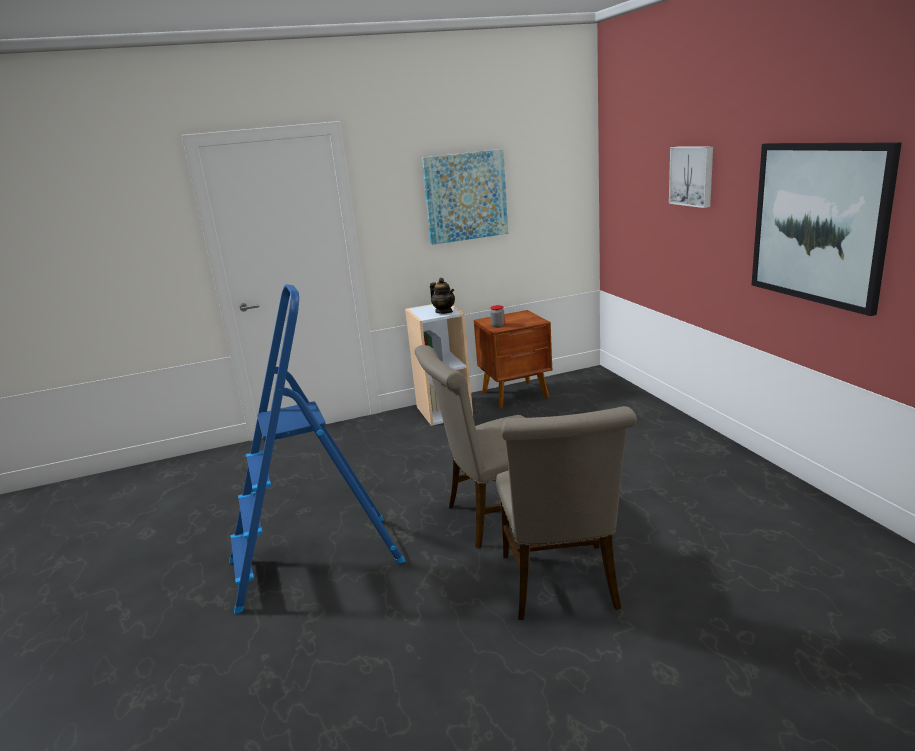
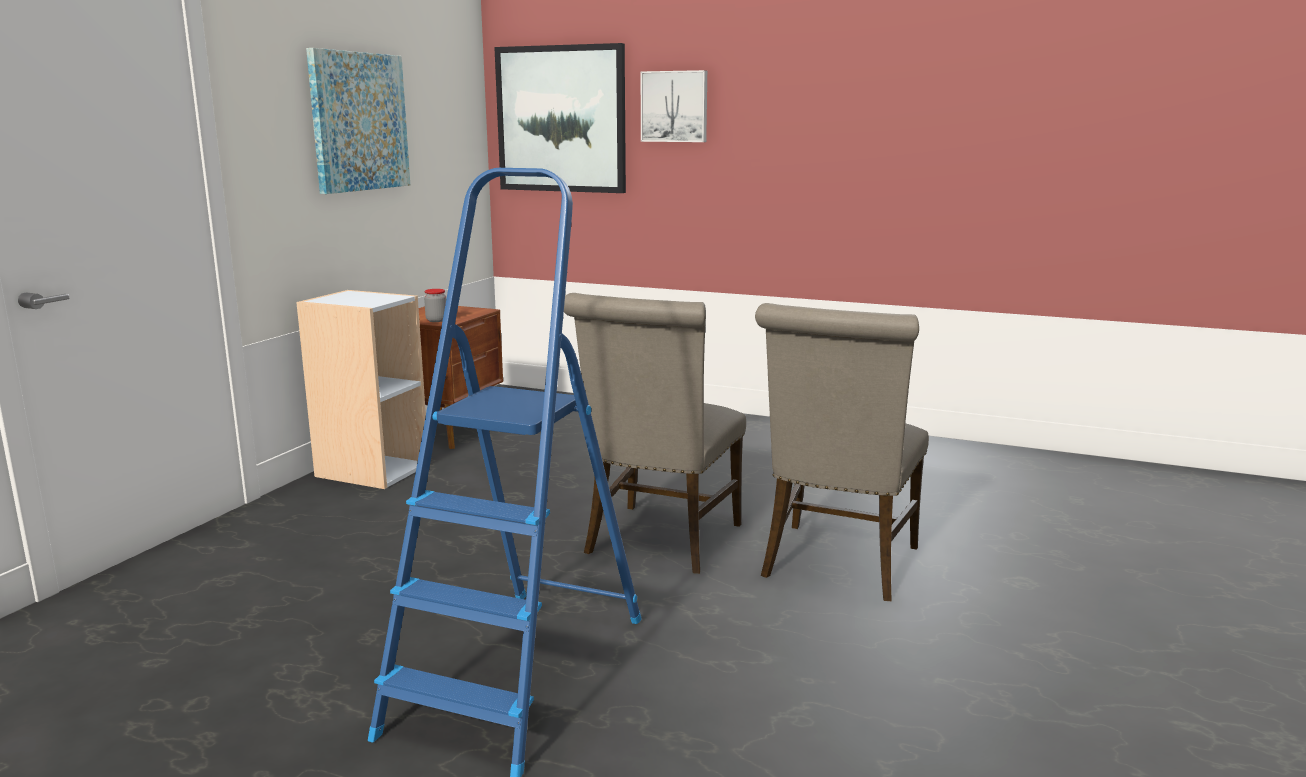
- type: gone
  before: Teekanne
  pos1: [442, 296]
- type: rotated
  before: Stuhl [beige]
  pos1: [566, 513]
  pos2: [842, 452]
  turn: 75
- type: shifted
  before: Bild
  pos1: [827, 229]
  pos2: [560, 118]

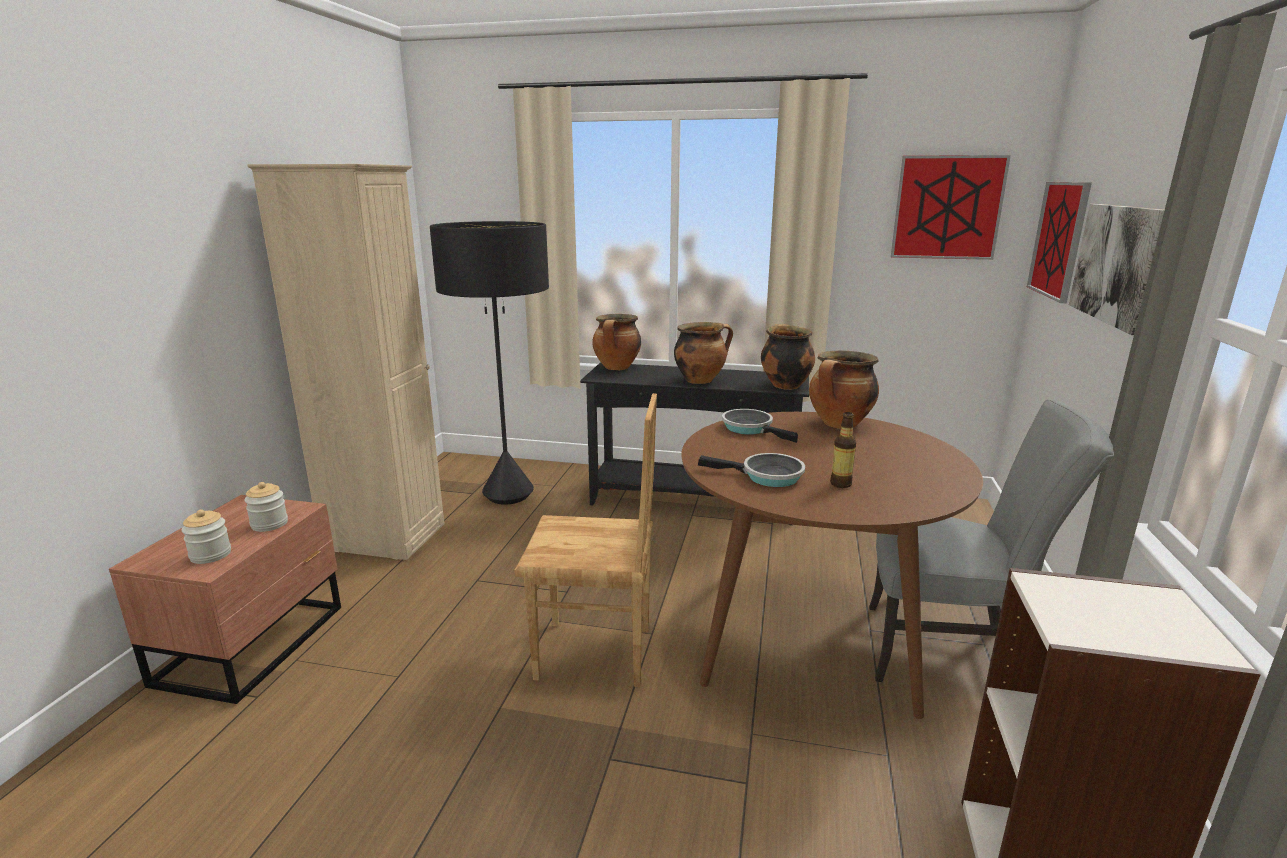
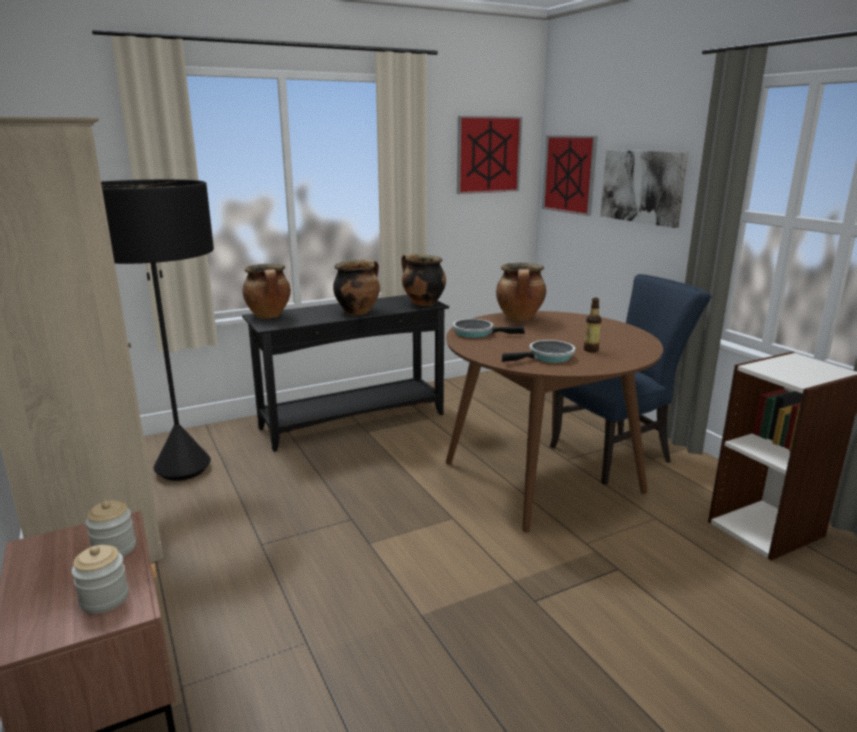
- type: gone
  before: Stuhl [braun]
  pos1: [585, 540]
- type: repainted
  before: Stuhl [grau]
  after: Stuhl [blau]
  pos1: [991, 540]
  pos2: [631, 379]

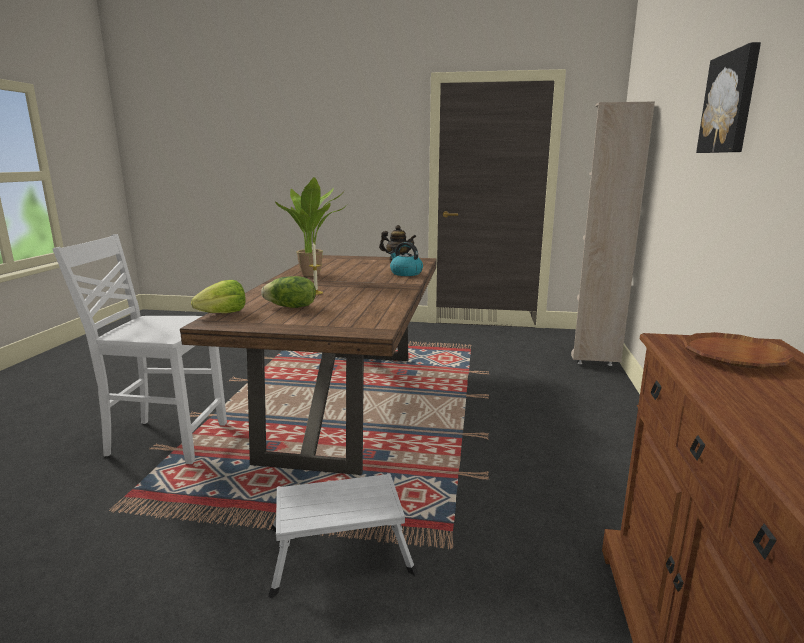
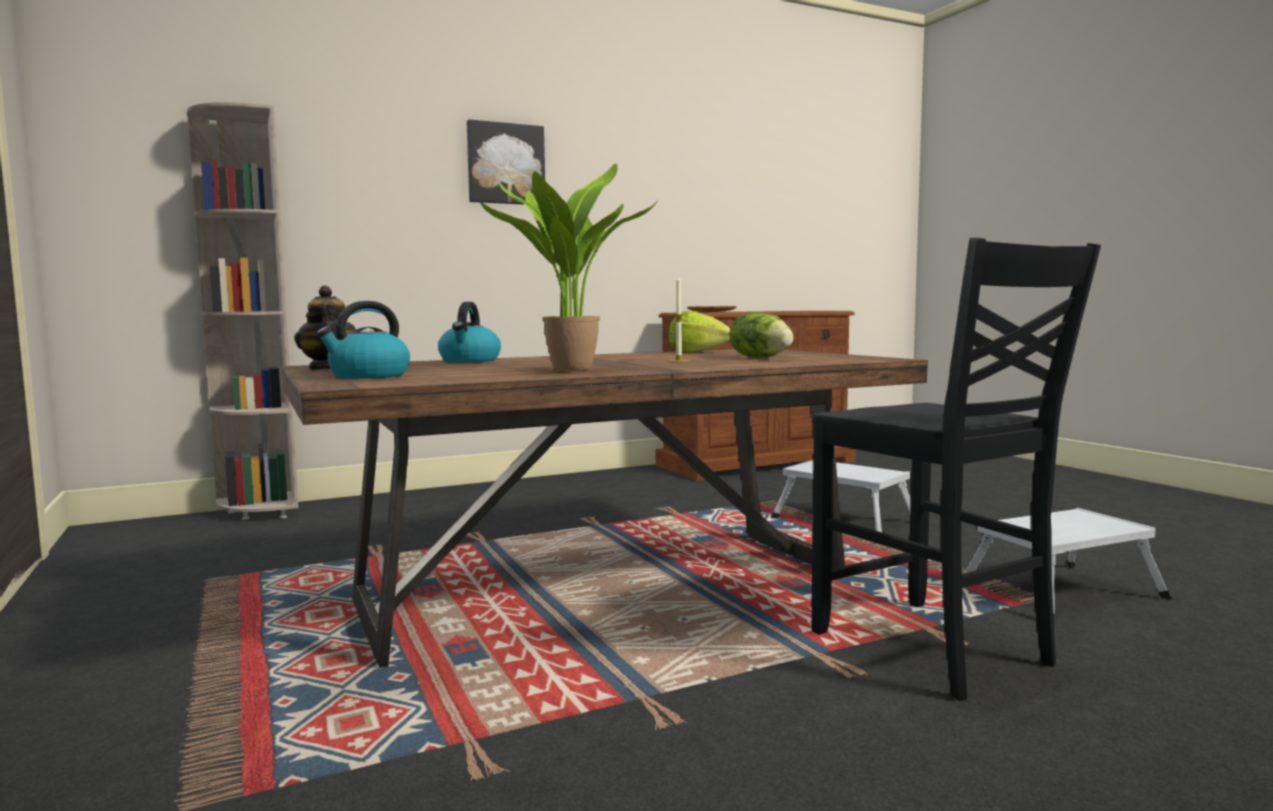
- type: repainted
  before: Stuhl [weiß]
  after: Stuhl [schwarz]
  pos1: [140, 349]
  pos2: [956, 469]
- type: shifted
  before: Salatkopf
  pos1: [218, 296]
  pos2: [700, 332]
- type: new
  after: Wasserkessel
  pos2: [363, 340]
- type: new
  after: Trittleiter [weiß]
  pos2: [1068, 566]

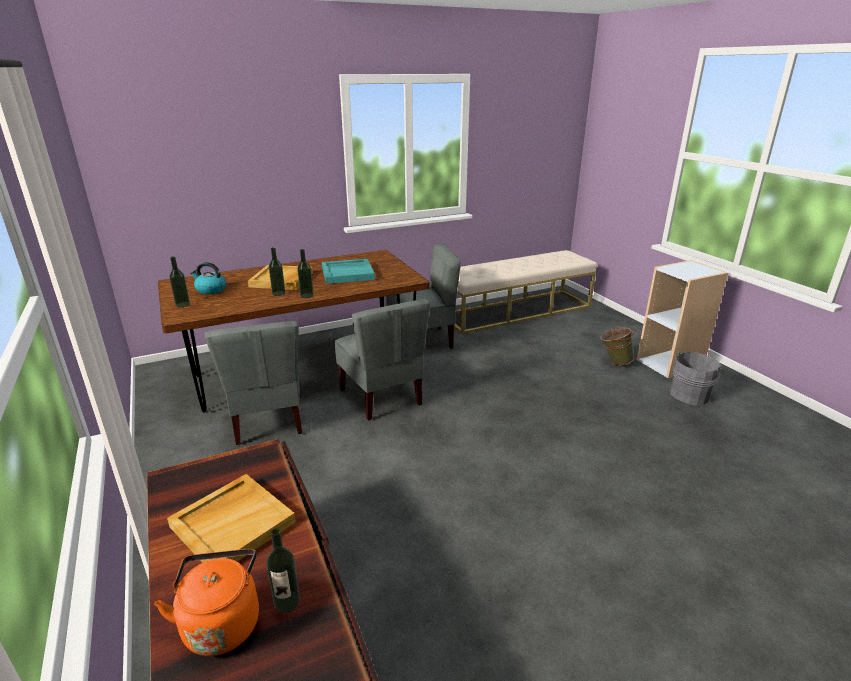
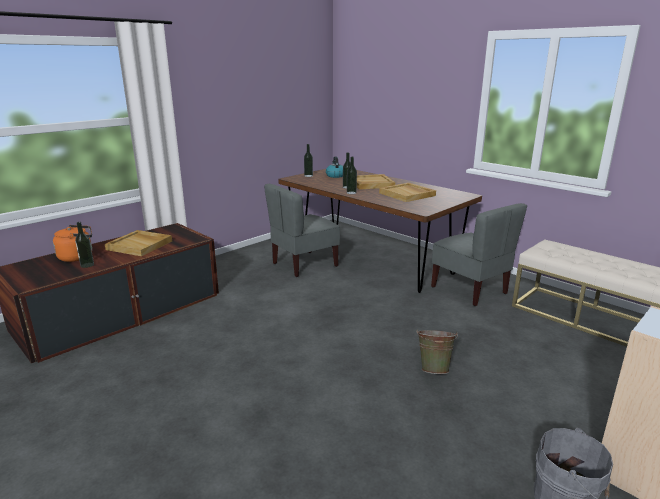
- type: repainted
  before: Tablett [türkis]
  after: Tablett [beige]
  pos1: [348, 271]
  pos2: [407, 192]
- type: gone
  before: Stuhl [grau]
  pos1: [383, 359]
- type: shifted
  before: Eimer [grün]
  pos1: [617, 346]
  pos2: [437, 352]

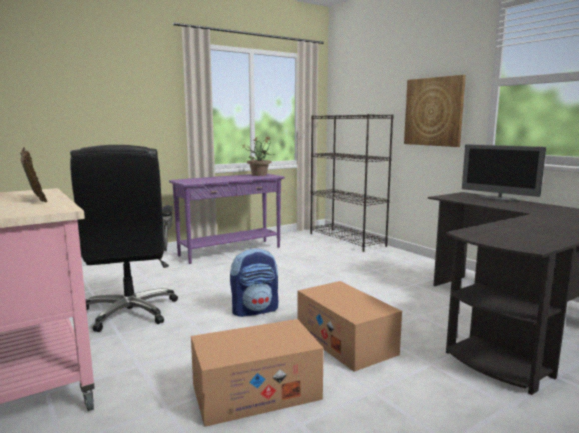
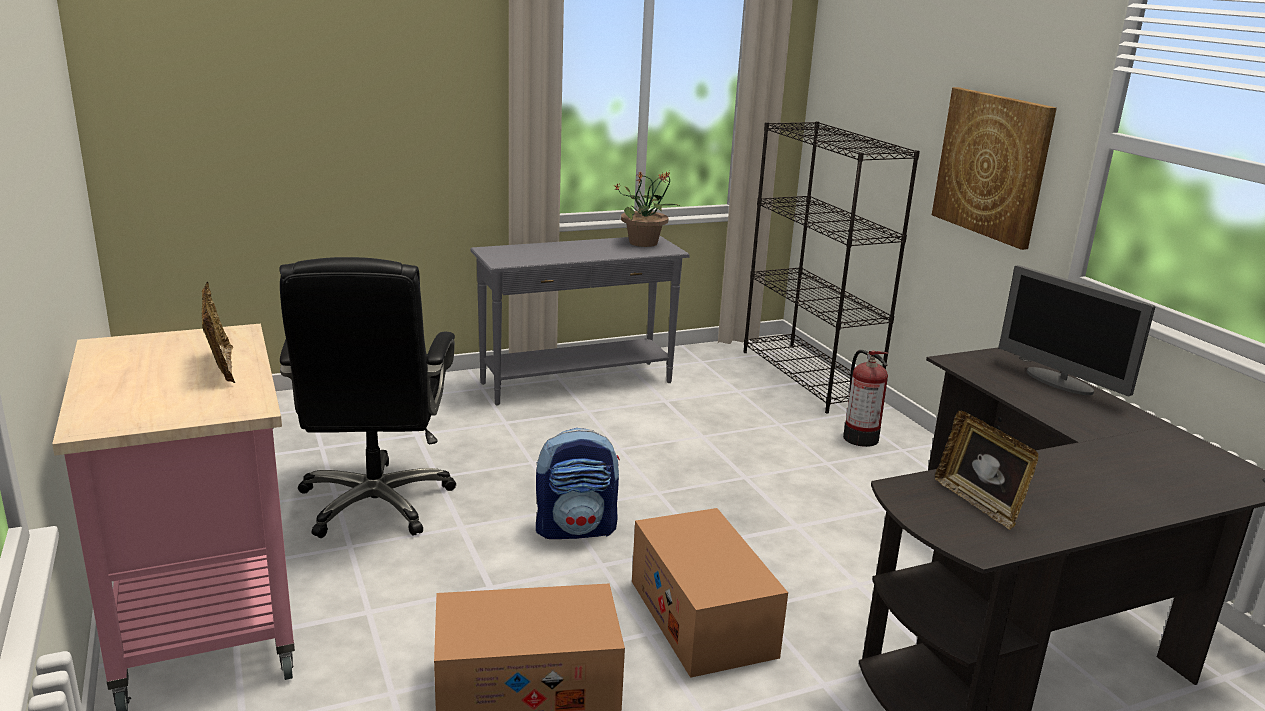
- type: repainted
  before: Konsolentisch [lila]
  after: Konsolentisch [grau]
  pos1: [227, 219]
  pos2: [580, 321]
- type: new
  after: Feuerlöscher
  pos2: [866, 398]
- type: new
  after: Bilderrahmen
  pos2: [986, 470]

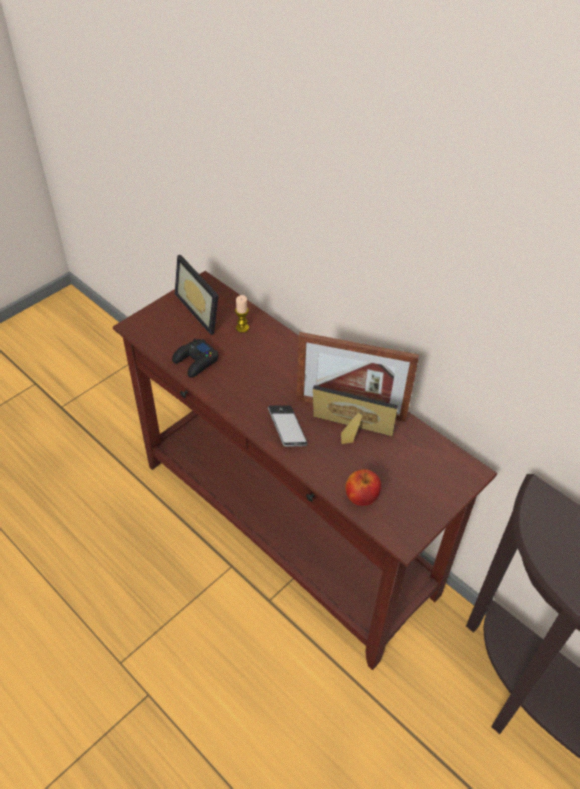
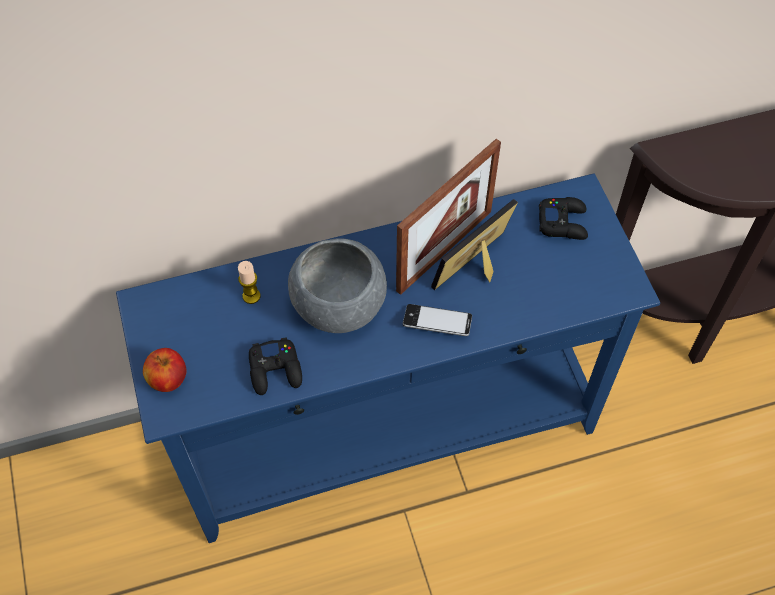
- type: repainted
  before: Konsolentisch [braun]
  after: Konsolentisch [blau]
  pos1: [305, 470]
  pos2: [388, 358]
- type: gone
  before: Bilderrahmen
  pos1: [197, 295]
- type: shifted
  before: Apfel
  pos1: [363, 487]
  pos2: [164, 370]
- type: new
  after: Schüssel [grau]
  pos2: [337, 285]
- type: new
  after: Gamepad [schwarz]
  pos2: [563, 218]

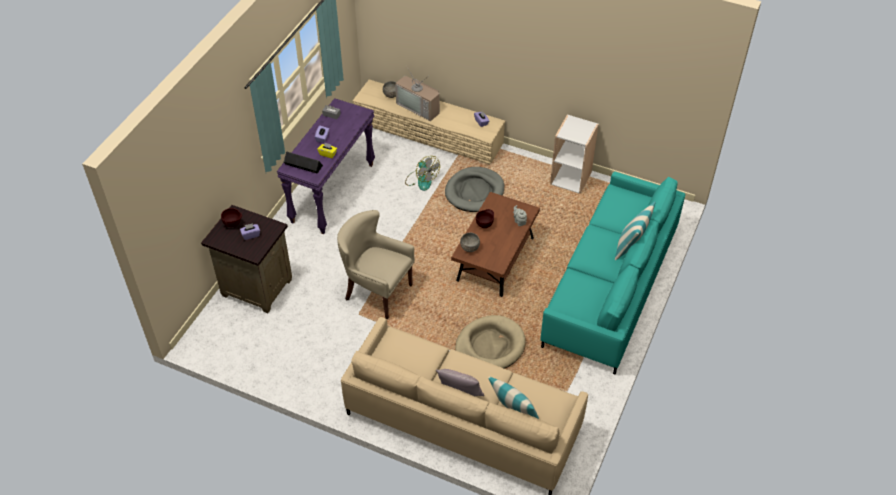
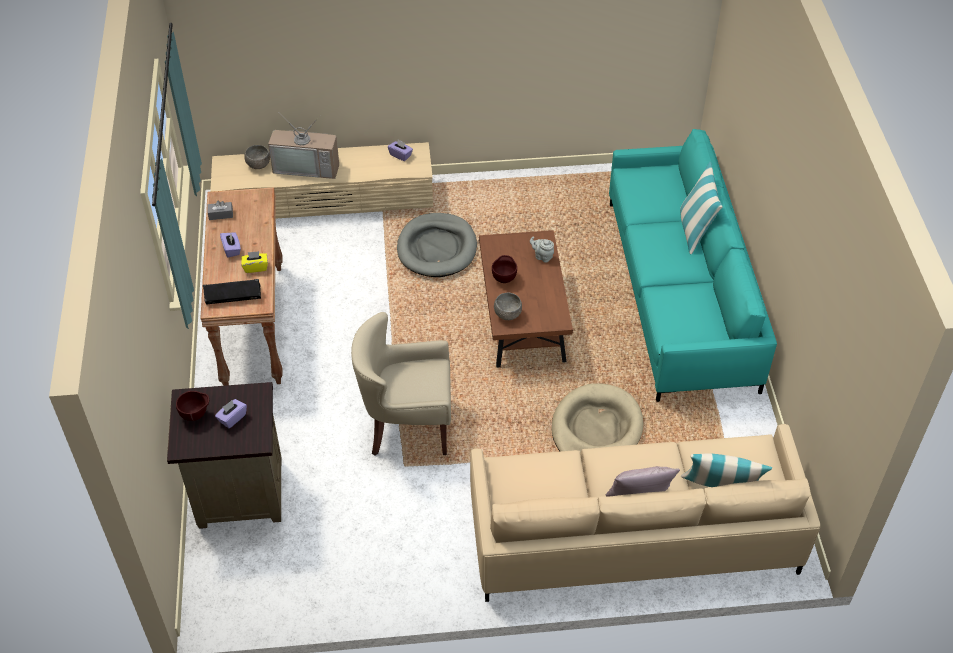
- type: repainted
  before: Konsolentisch [lila]
  after: Konsolentisch [braun]
  pos1: [326, 166]
  pos2: [241, 286]
- type: gone
  before: Ventilator
  pos1: [422, 173]
- type: gone
  before: Bücherregal
  pos1: [574, 154]

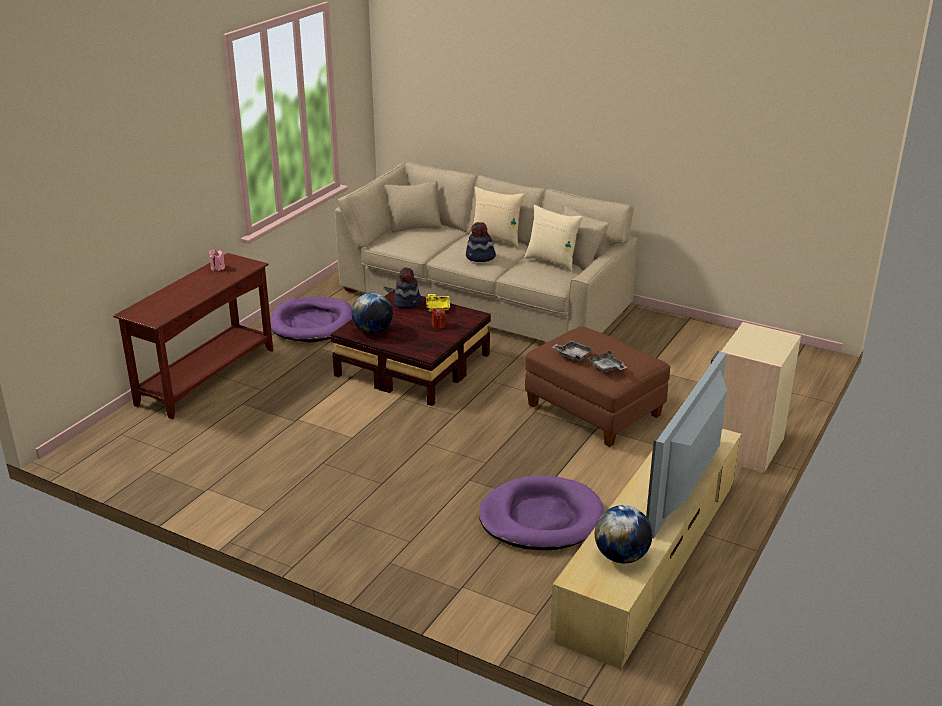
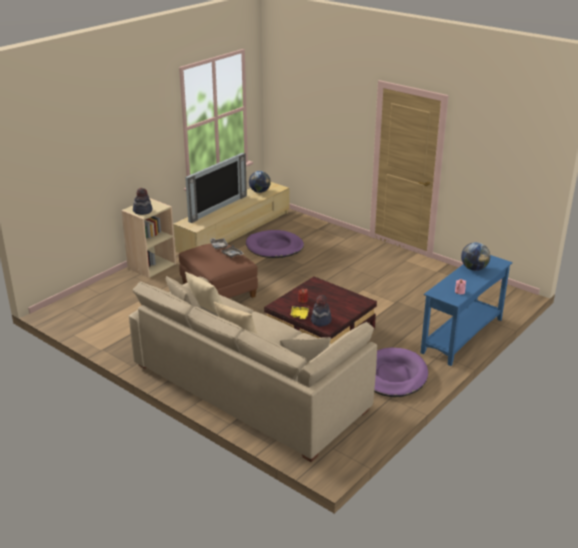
- type: repainted
  before: Konsolentisch [braun]
  after: Konsolentisch [blau]
  pos1: [193, 336]
  pos2: [466, 310]
- type: shifted
  before: Globus
  pos1: [372, 313]
  pos2: [475, 256]
- type: shifted
  before: Hut
  pos1: [481, 242]
  pos2: [142, 201]

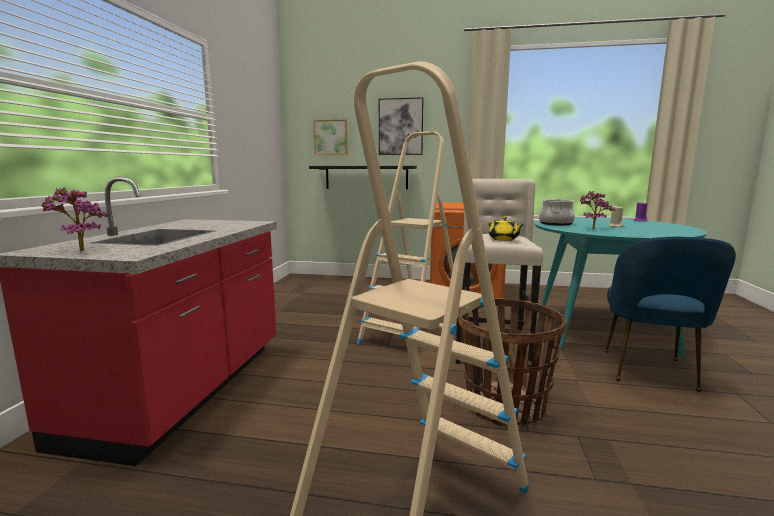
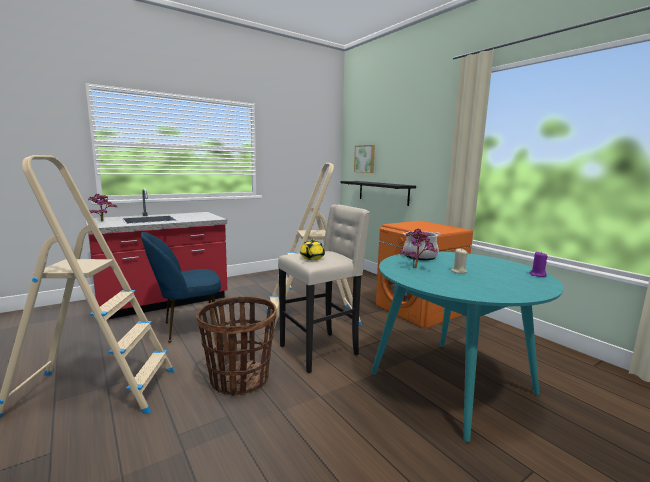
- type: gone
  before: Bild
  pos1: [401, 126]
- type: shifted
  before: Stuhl [blau]
  pos1: [670, 314]
  pos2: [181, 287]

